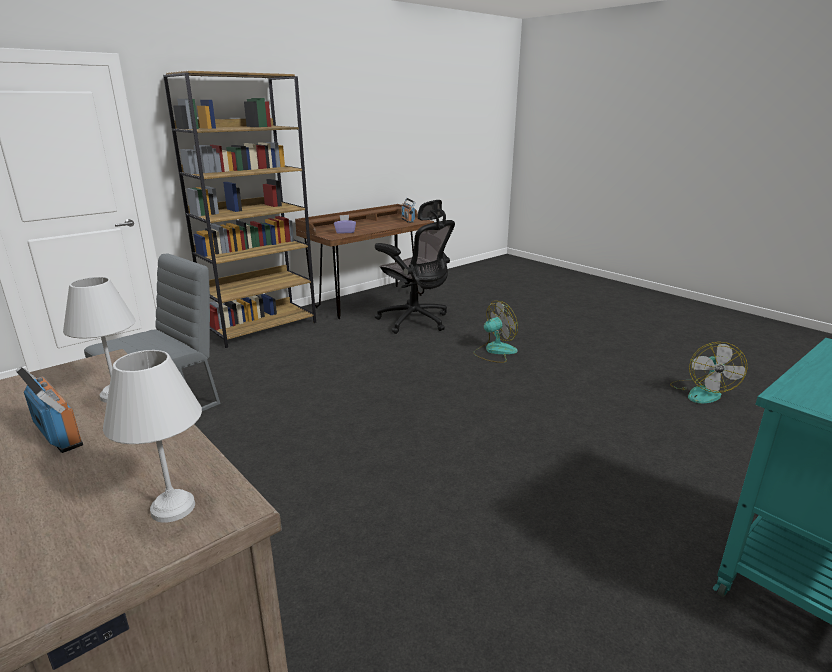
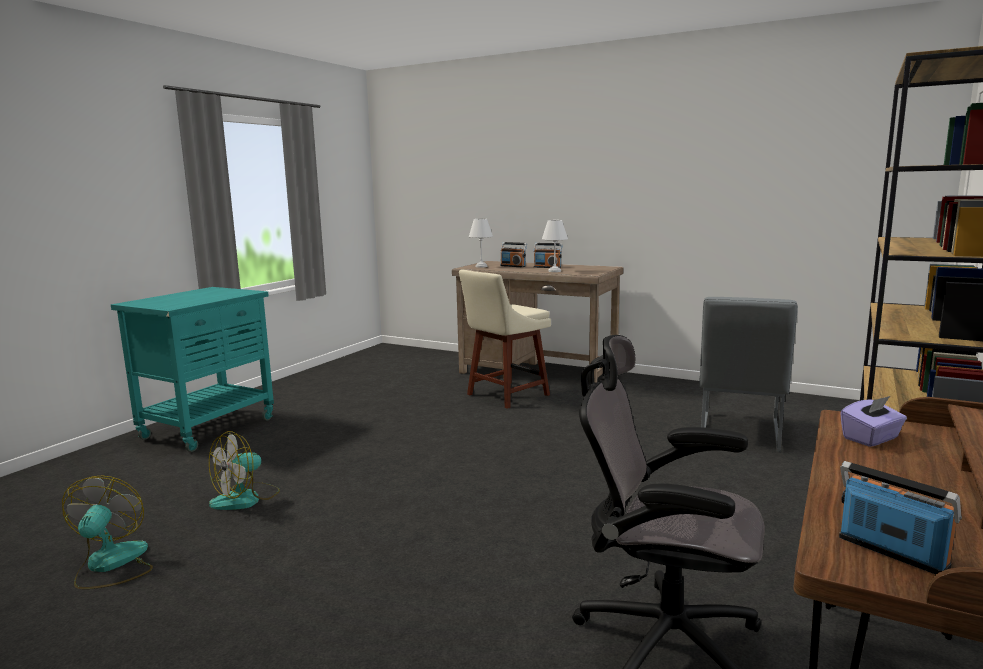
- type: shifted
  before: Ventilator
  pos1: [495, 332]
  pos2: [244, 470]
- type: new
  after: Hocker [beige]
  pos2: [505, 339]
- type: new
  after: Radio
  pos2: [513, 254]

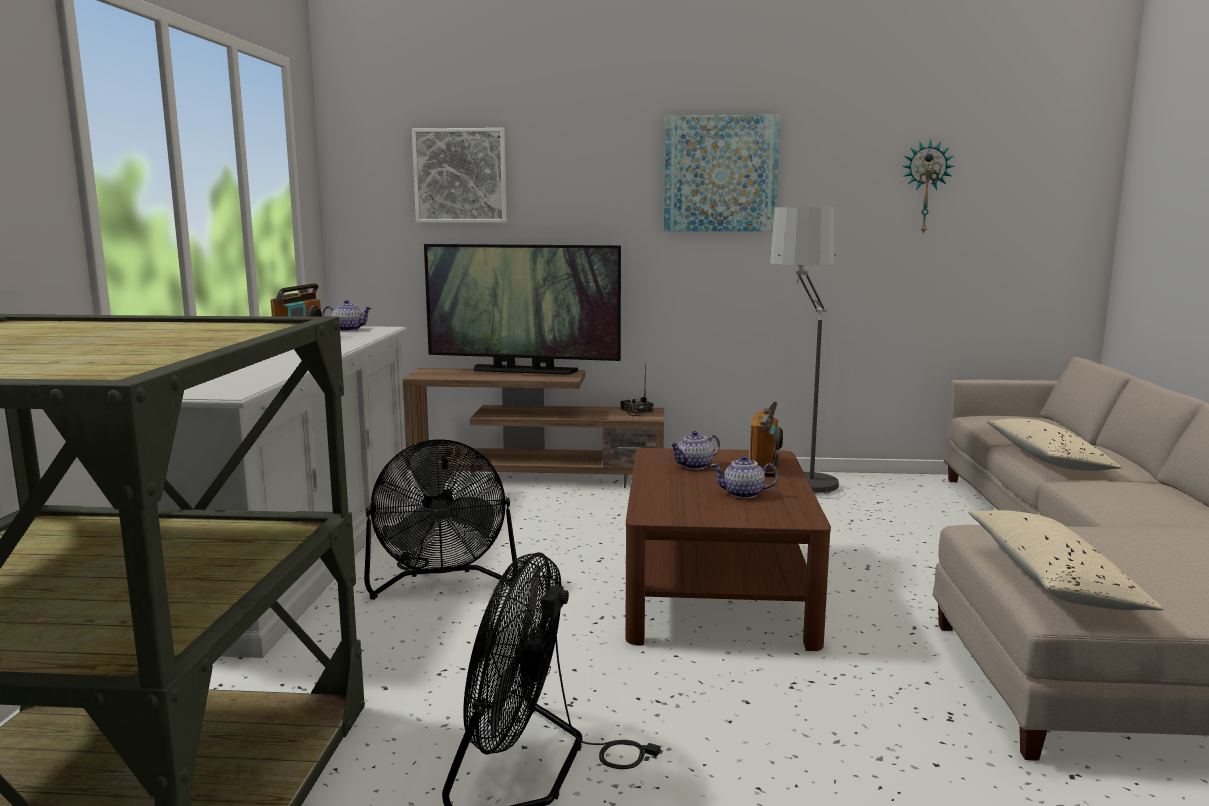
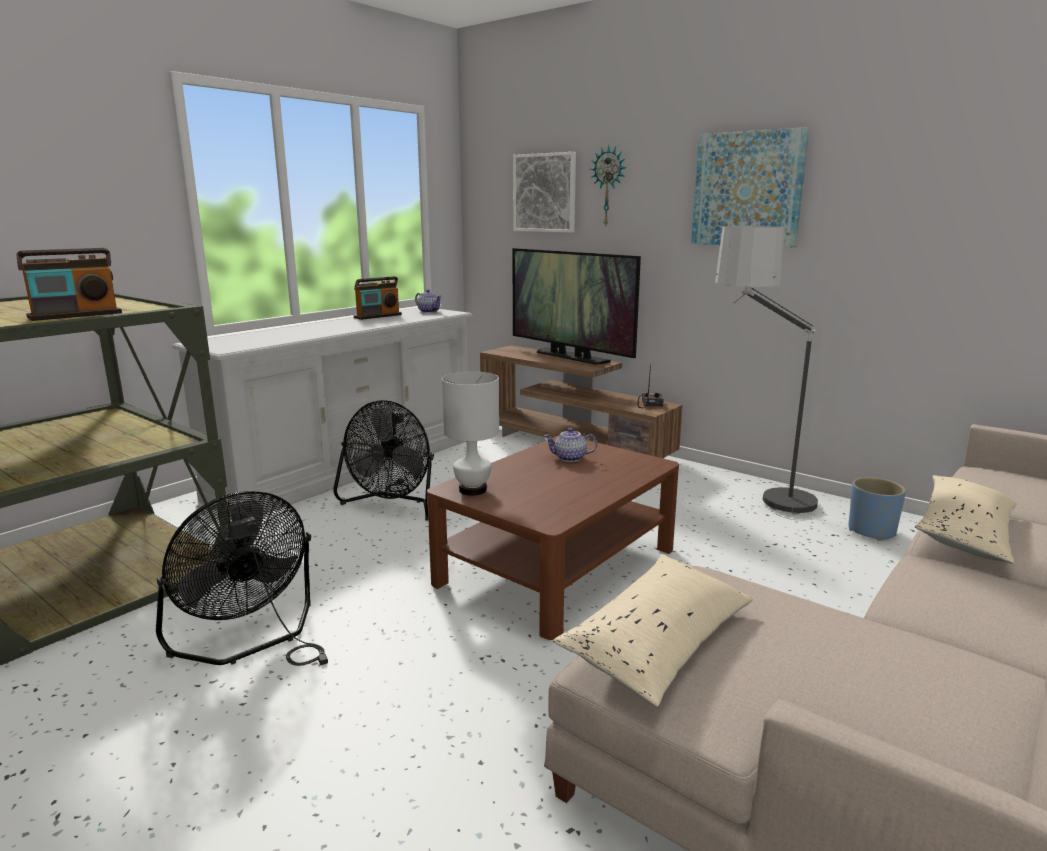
- type: gone
  before: Teekanne
  pos1: [744, 476]
- type: shifted
  before: Radio
  pos1: [765, 439]
  pos2: [69, 284]
- type: shifted
  before: Wanduhr
  pos1: [928, 187]
  pos2: [608, 185]
- type: new
  after: Tischlampe [weiß]
  pos2: [470, 433]
- type: new
  after: Pflanzkübel [blau]
  pos2: [877, 509]

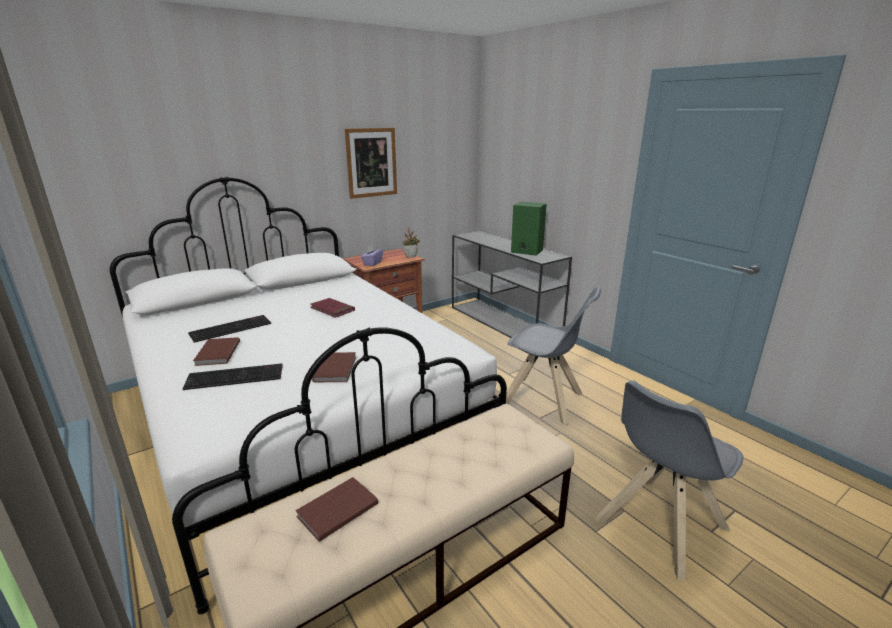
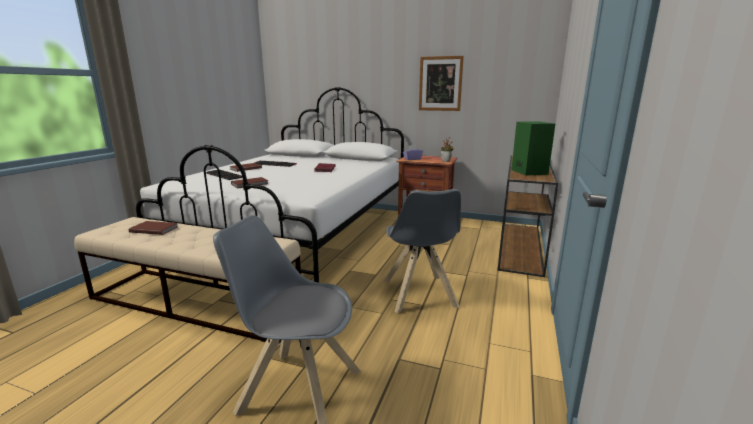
- type: repainted
  before: Konsolentisch [grau]
  after: Konsolentisch [braun]
  pos1: [512, 284]
  pos2: [528, 216]

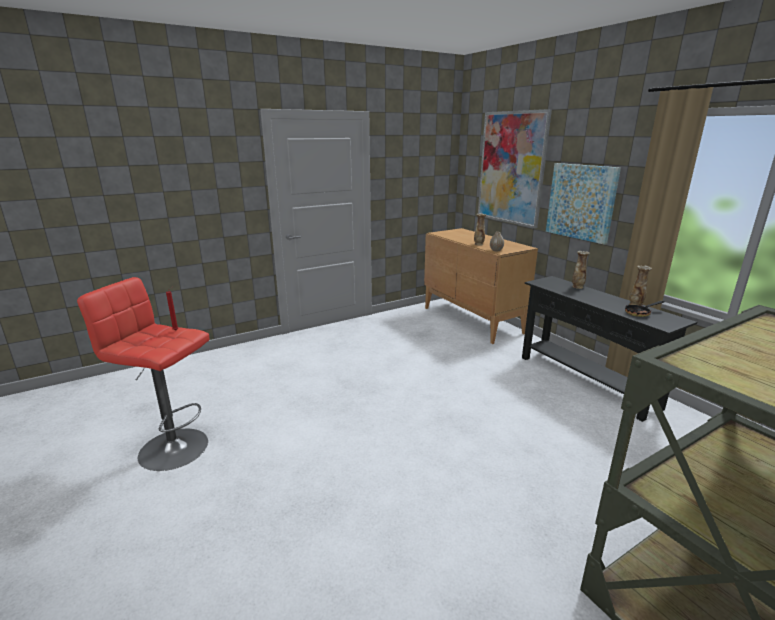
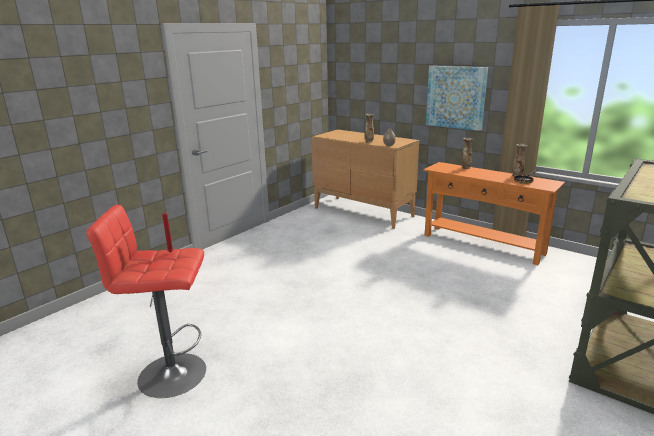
- type: gone
  before: Bild
  pos1: [515, 168]
- type: repainted
  before: Konsolentisch [schwarz]
  after: Konsolentisch [orange]
  pos1: [609, 349]
  pos2: [494, 213]

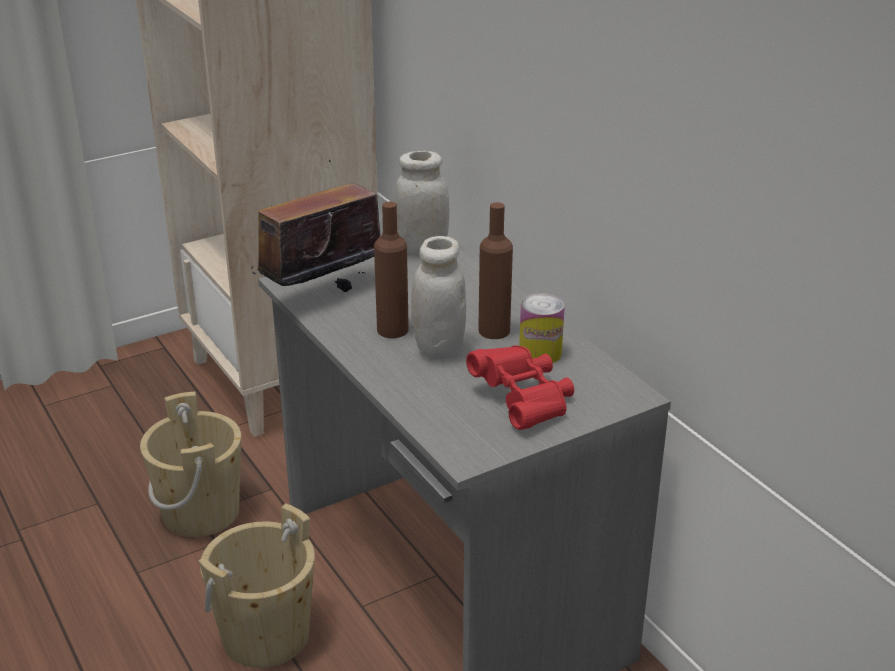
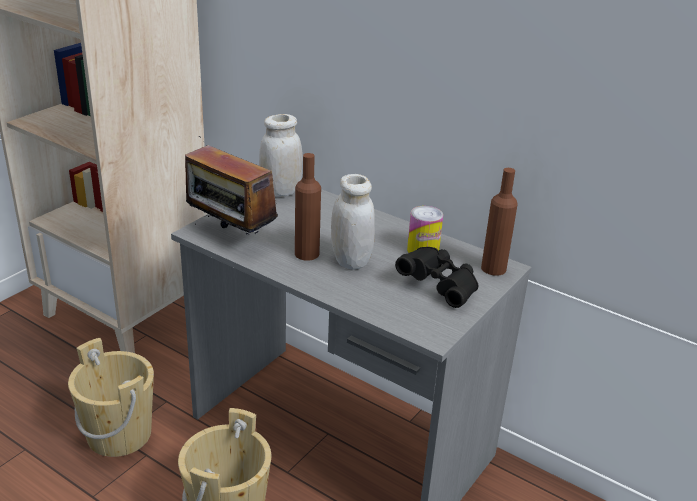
- type: rotated
  before: Radio
  pos1: [315, 226]
  pos2: [231, 185]
  turn: -75
- type: repainted
  before: Fernglas [rot]
  after: Fernglas [schwarz]
  pos1: [520, 387]
  pos2: [436, 277]
- type: shifted
  before: Flasche [braun]
  pos1: [495, 270]
  pos2: [499, 222]

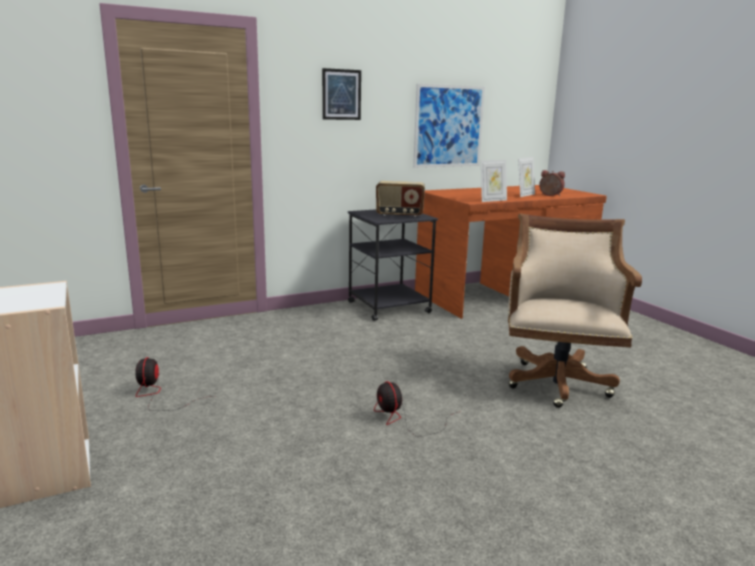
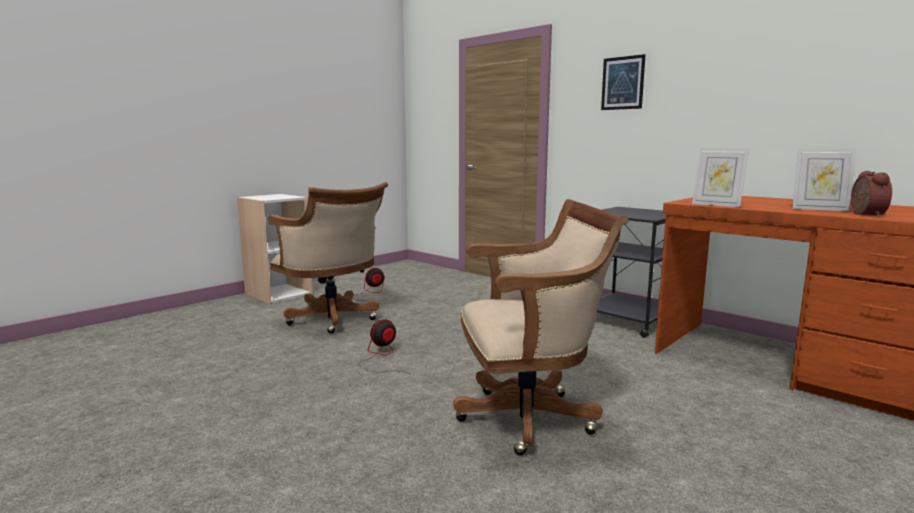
- type: gone
  before: Radio
  pos1: [400, 199]
- type: gone
  before: Bild
  pos1: [449, 126]
- type: new
  after: Bürostuhl
  pos2: [328, 257]

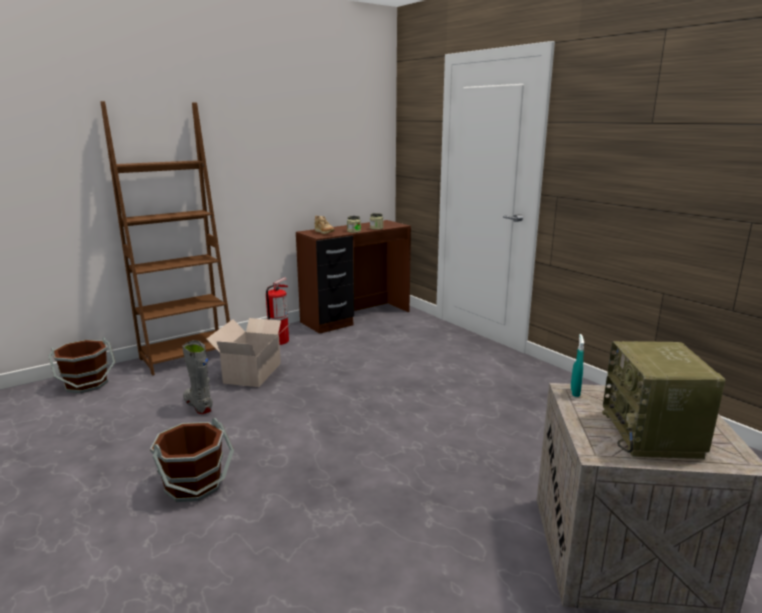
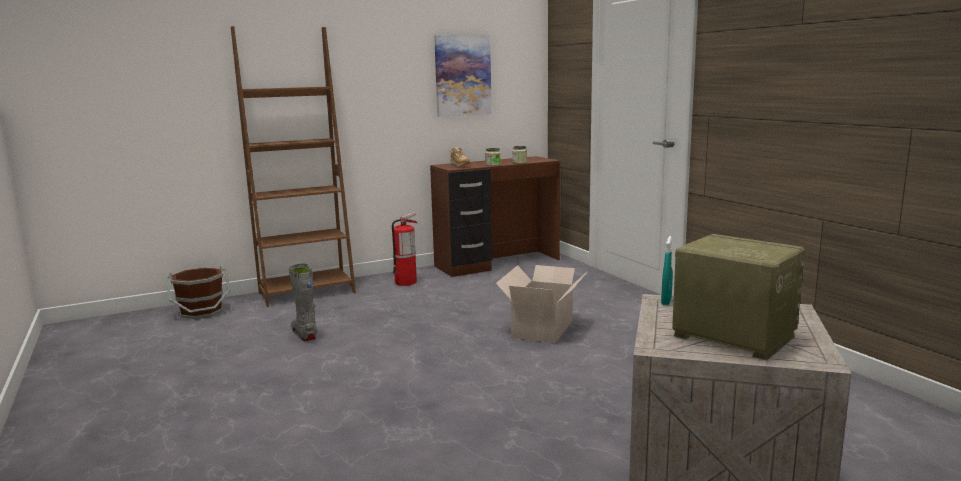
- type: gone
  before: Eimer [braun]
  pos1: [192, 460]
- type: shifted
  before: Karton
  pos1: [244, 352]
  pos2: [542, 304]
- type: rotated
  before: Radio
  pos1: [664, 400]
  pos2: [738, 297]
  turn: 120
- type: new
  after: Bild
  pos2: [463, 76]

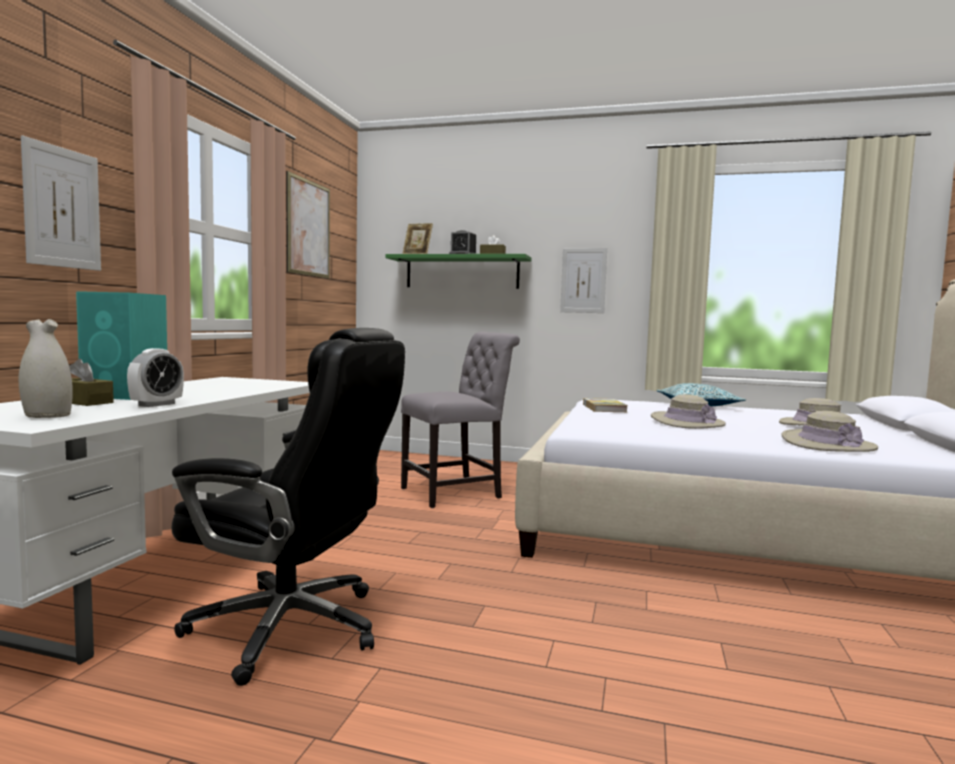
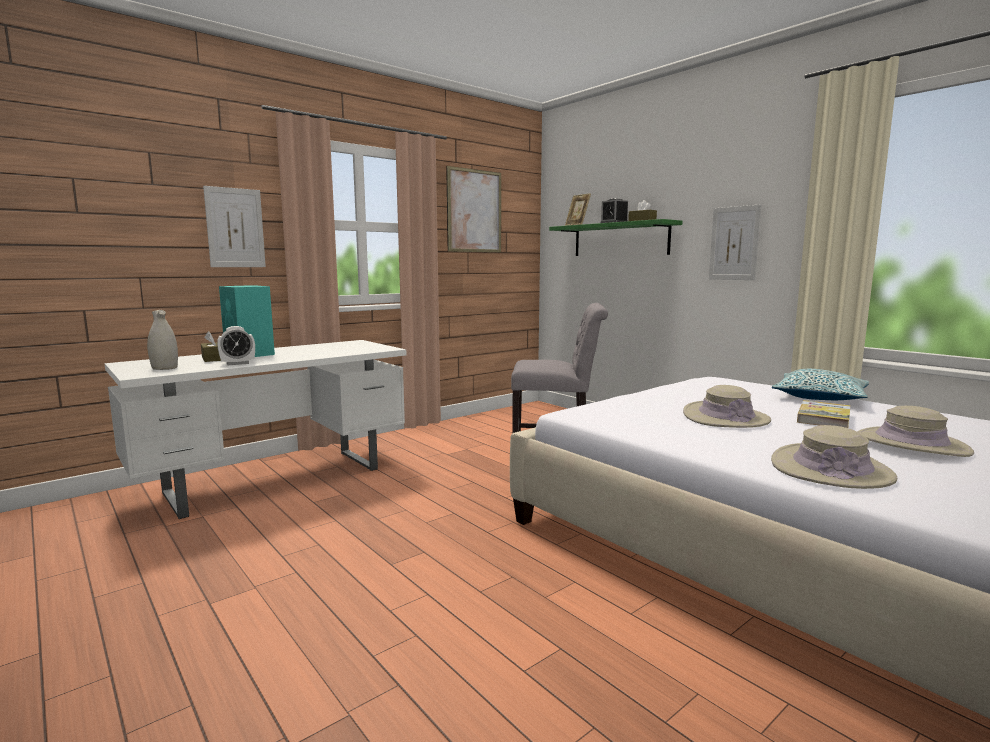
- type: gone
  before: Bürostuhl [schwarz]
  pos1: [288, 507]
- type: shifted
  before: Buch
  pos1: [605, 405]
  pos2: [823, 414]

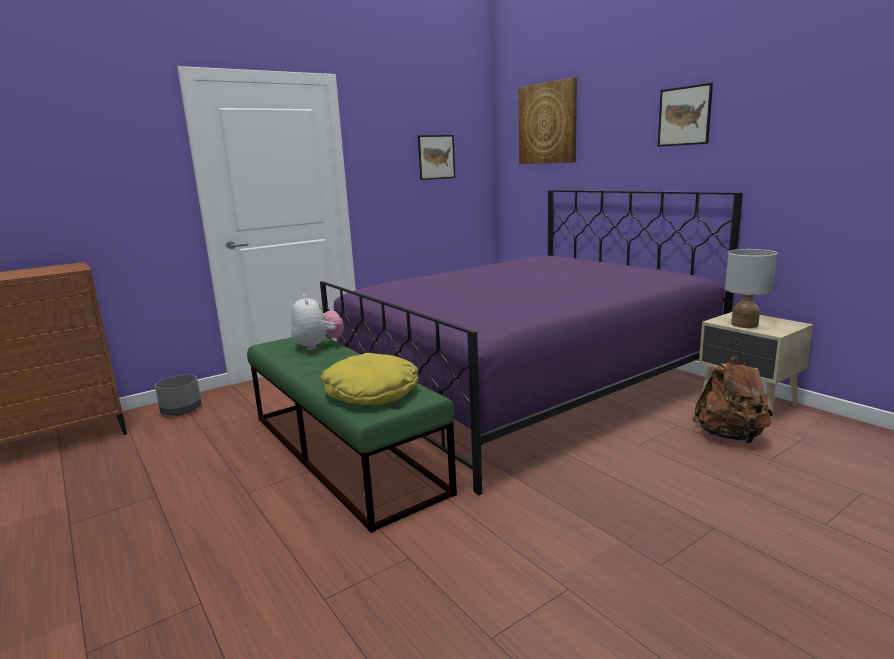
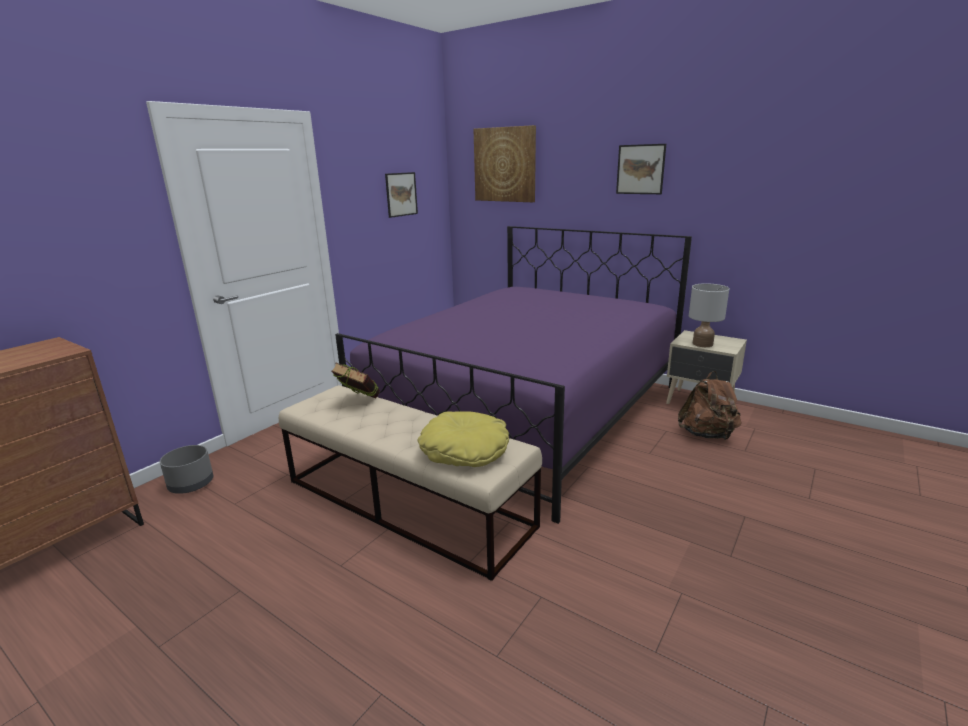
- type: repainted
  before: Bank [grün]
  after: Bank [beige]
  pos1: [352, 435]
  pos2: [410, 483]
- type: swapped
  before: Plüschtier
  after: Buch
  pos1: [317, 322]
  pos2: [355, 381]

